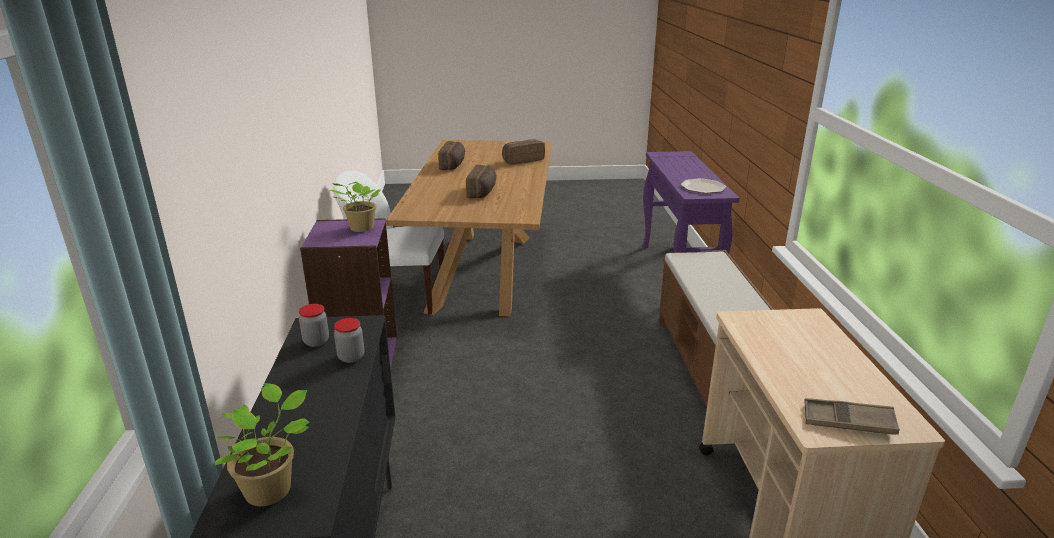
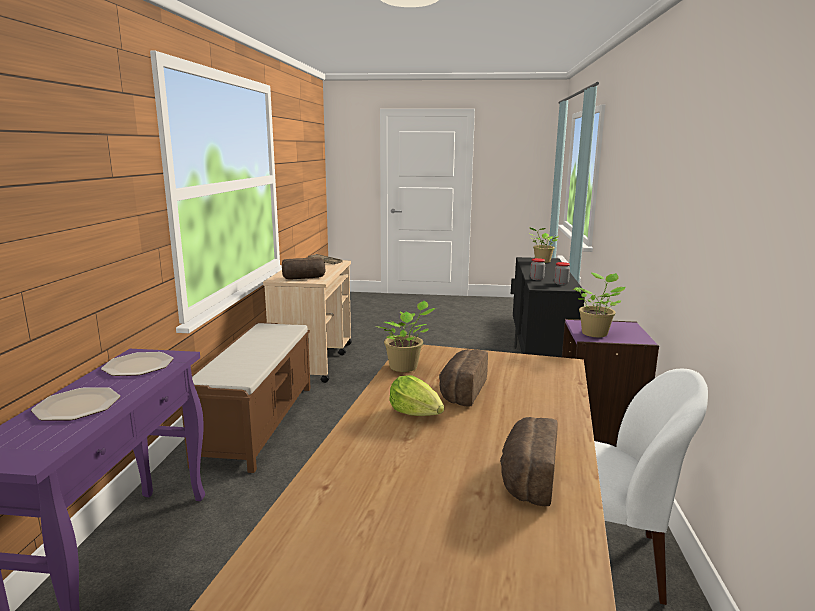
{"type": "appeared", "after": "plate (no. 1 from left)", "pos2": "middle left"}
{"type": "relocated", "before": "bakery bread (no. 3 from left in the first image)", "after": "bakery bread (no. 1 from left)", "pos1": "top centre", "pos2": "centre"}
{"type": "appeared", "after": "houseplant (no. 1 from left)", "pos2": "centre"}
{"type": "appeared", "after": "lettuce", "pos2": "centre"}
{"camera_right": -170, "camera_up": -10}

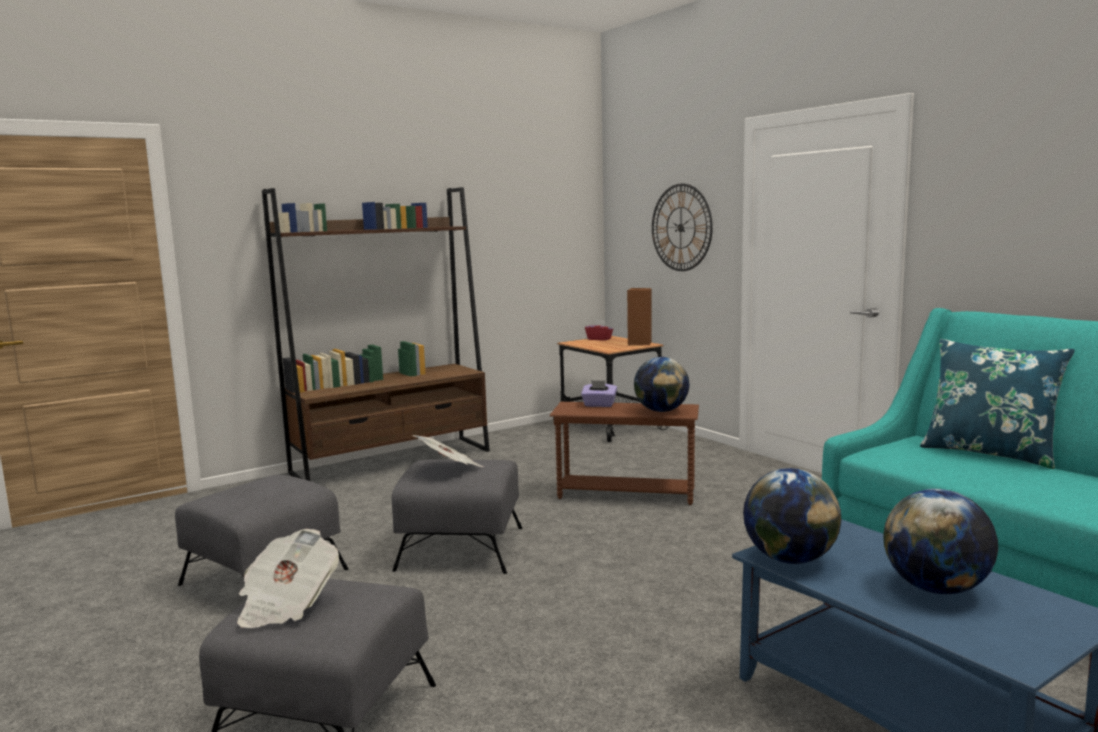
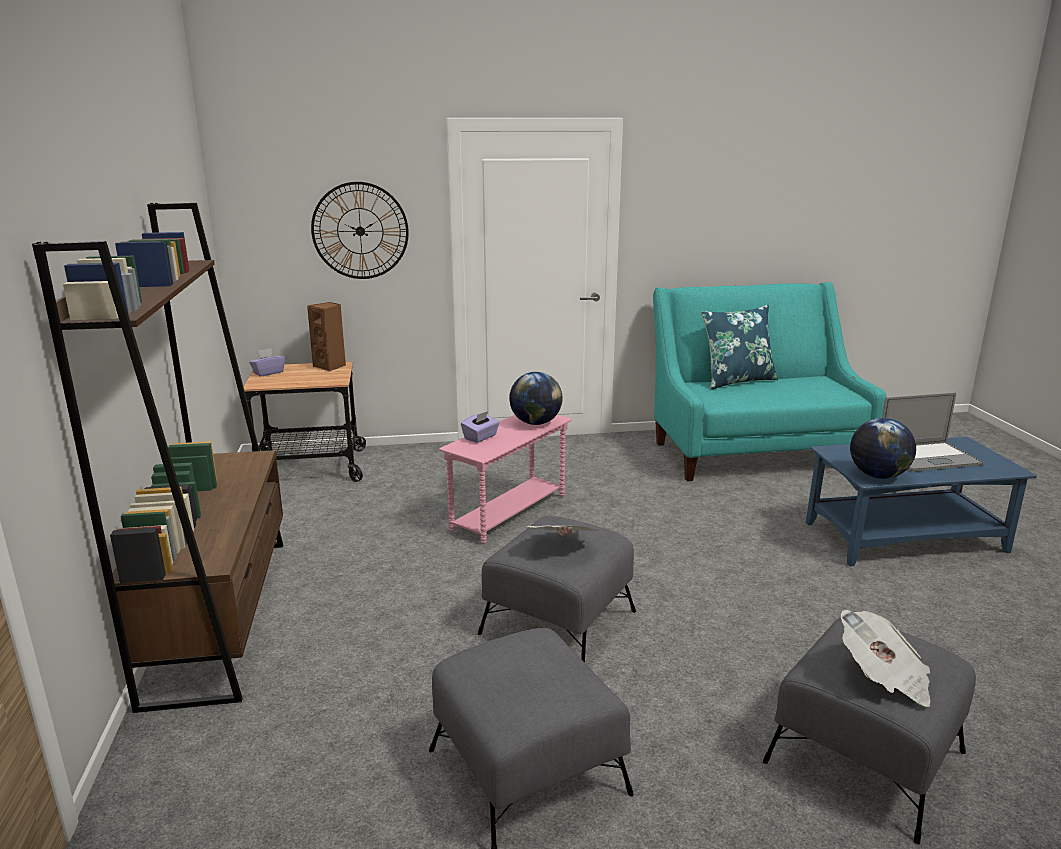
{"type": "colour", "before": "box of tissues (reddish)", "after": "box of tissues (purple-coloured) (no. 1 from left)", "pos1": "centre", "pos2": "middle left"}
{"type": "colour", "before": "accent table (brown)", "after": "accent table (pink-coloured)", "pos1": "centre", "pos2": "centre"}
{"type": "exchanged", "before": "desk globe (no. 3 from left)", "after": "laptop", "pos1": "bottom right", "pos2": "middle right"}
{"camera_right": -65, "camera_up": 10}

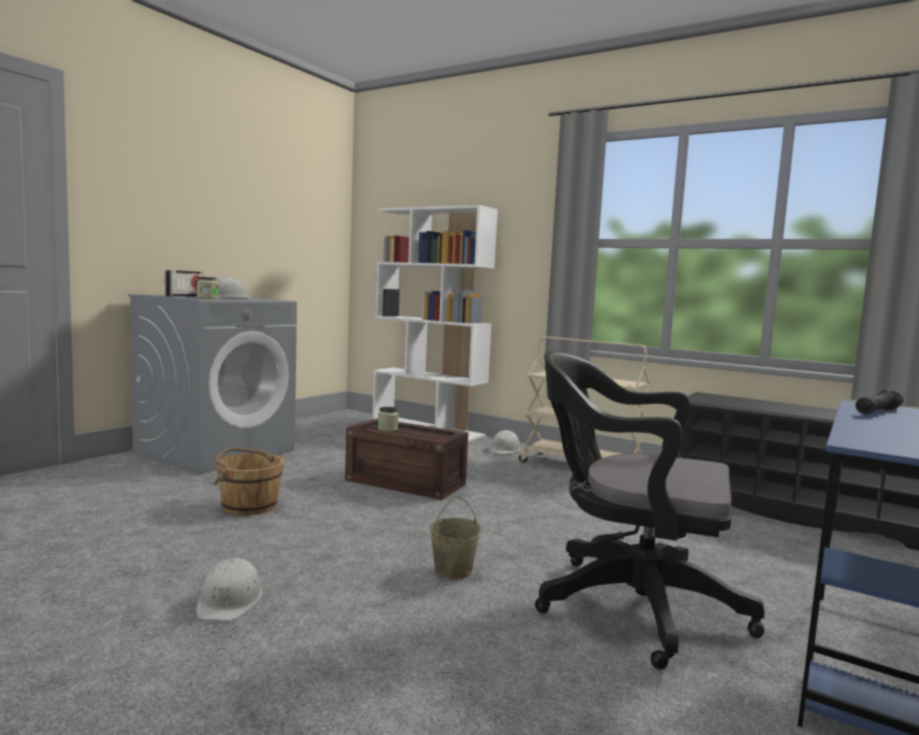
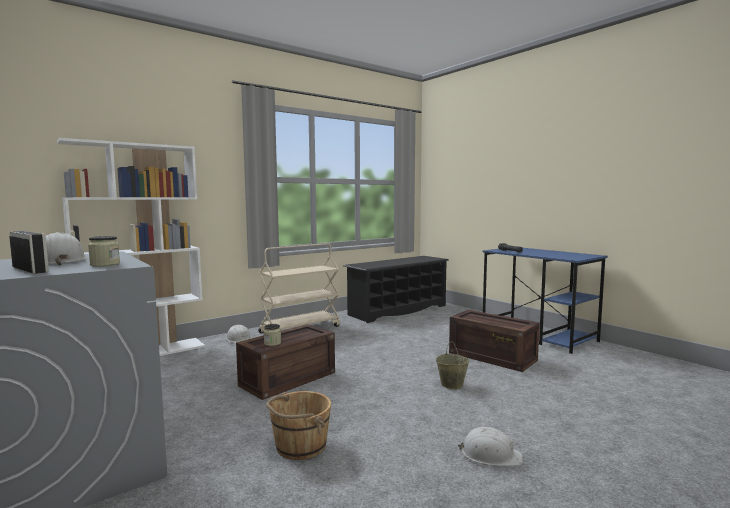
{"type": "exchanged", "before": "computer chair (black-coloured)", "after": "crate (no. 2 from left)", "pos1": "bottom right", "pos2": "bottom right"}
{"camera_right": -70, "camera_up": 0}

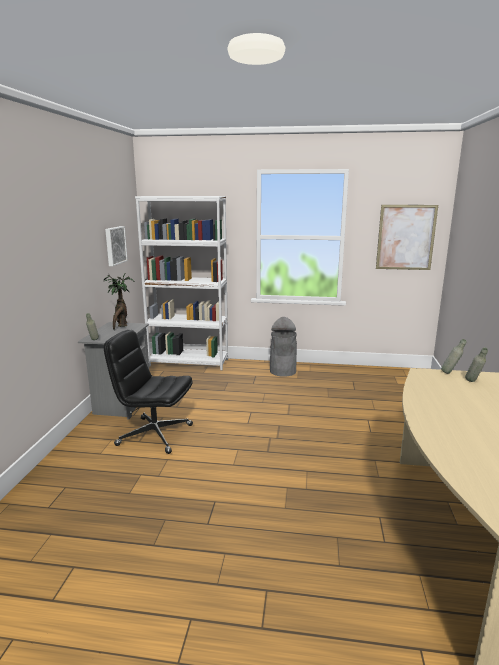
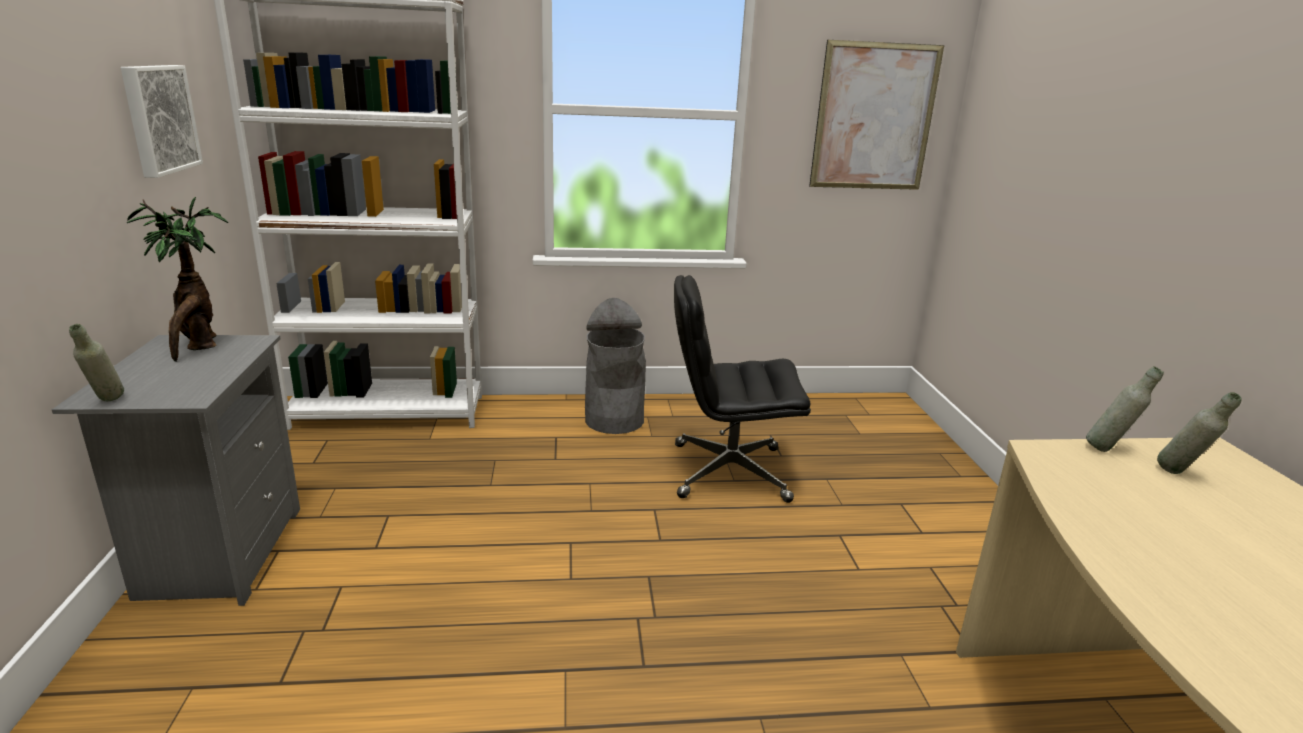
{"type": "relocated", "before": "computer chair (black-coloured)", "pos1": "middle left", "pos2": "centre"}
{"camera_right": -15, "camera_up": 5}

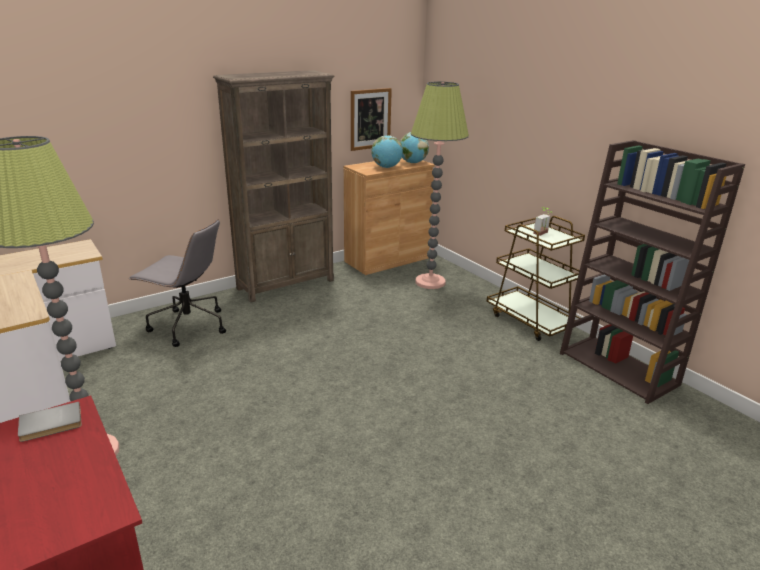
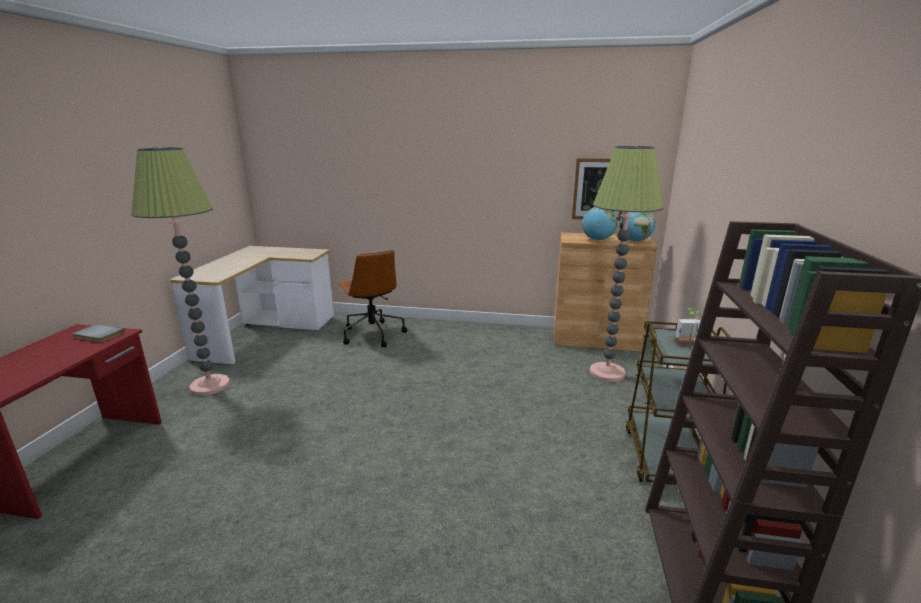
{"type": "colour", "before": "computer chair (greyish)", "after": "computer chair (brown)", "pos1": "middle left", "pos2": "centre"}
{"type": "missing", "before": "bookshelf (brown) (no. 1 from left)", "pos1": "top centre"}
{"camera_right": 45, "camera_up": -5}

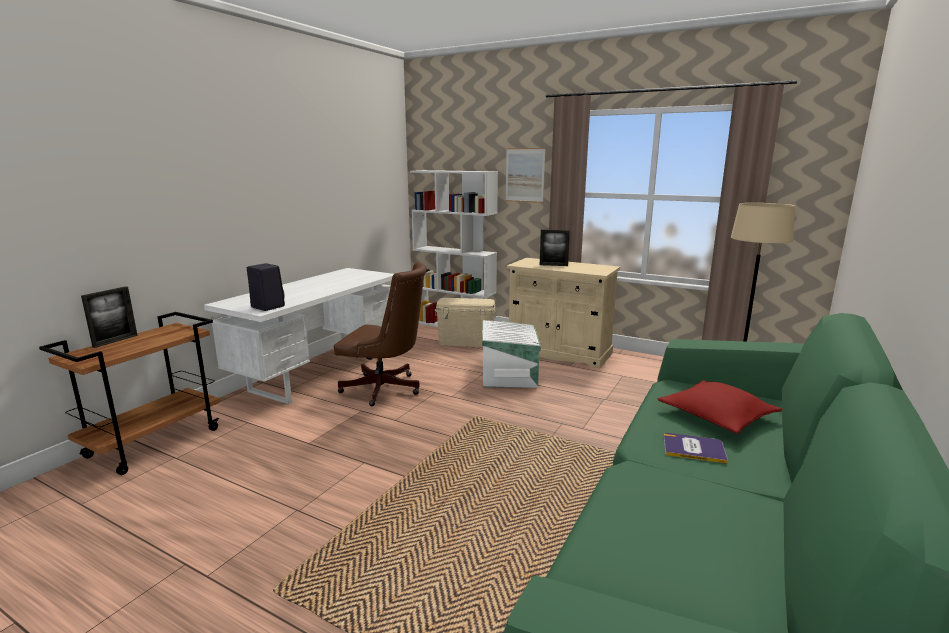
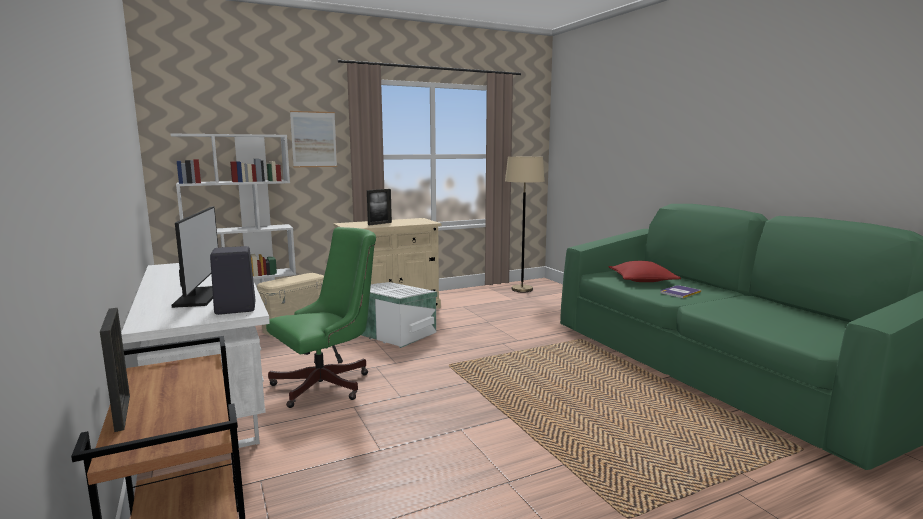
{"type": "appeared", "after": "computer screen", "pos2": "middle left"}
{"type": "colour", "before": "computer chair (brown)", "after": "computer chair (greenish)", "pos1": "centre", "pos2": "centre"}
{"camera_right": -55, "camera_up": -5}

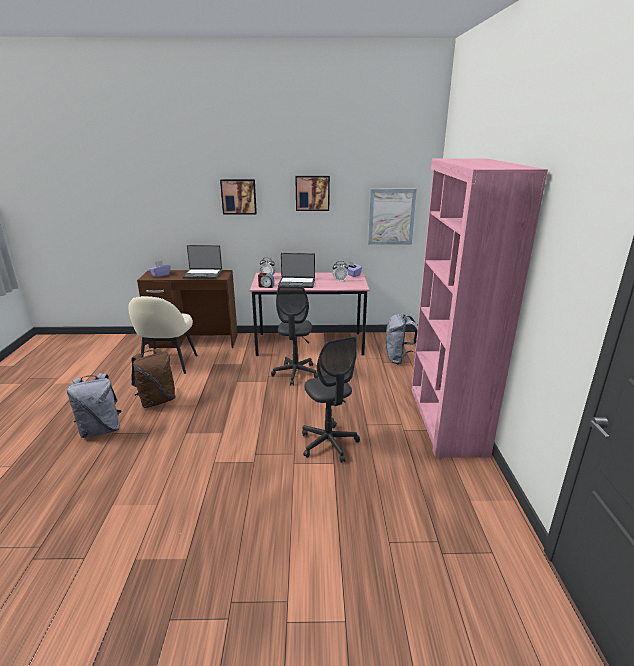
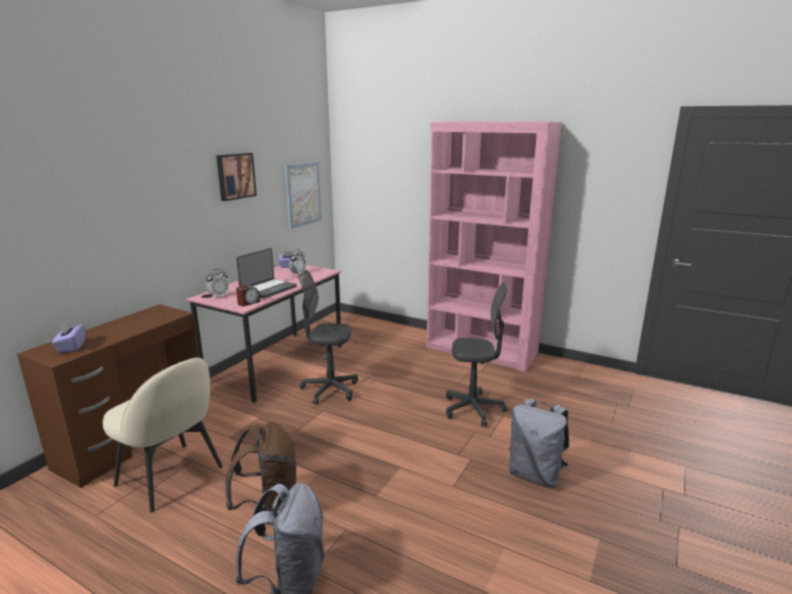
{"type": "spun", "before": "computer chair (greyish) (no. 1 from left)", "pos1": "centre", "pos2": "centre", "turn": 150}
{"type": "relocated", "before": "rucksack (greyish) (no. 2 from left)", "pos1": "centre", "pos2": "bottom right"}
{"type": "missing", "before": "laptop (no. 1 from left)", "pos1": "middle left"}
{"type": "missing", "before": "wall art (no. 1 from left)", "pos1": "top centre"}
{"camera_right": -60, "camera_up": -5}

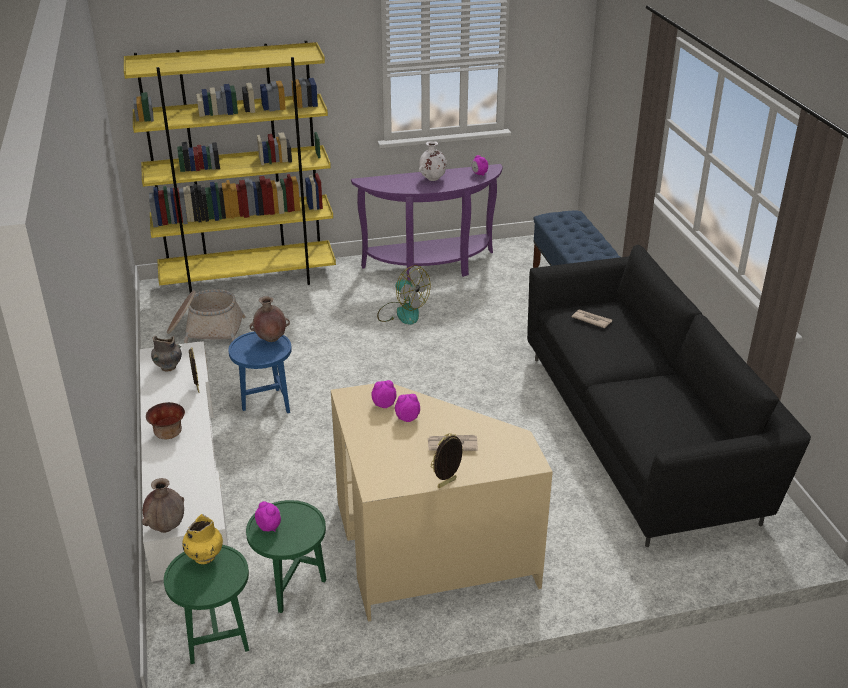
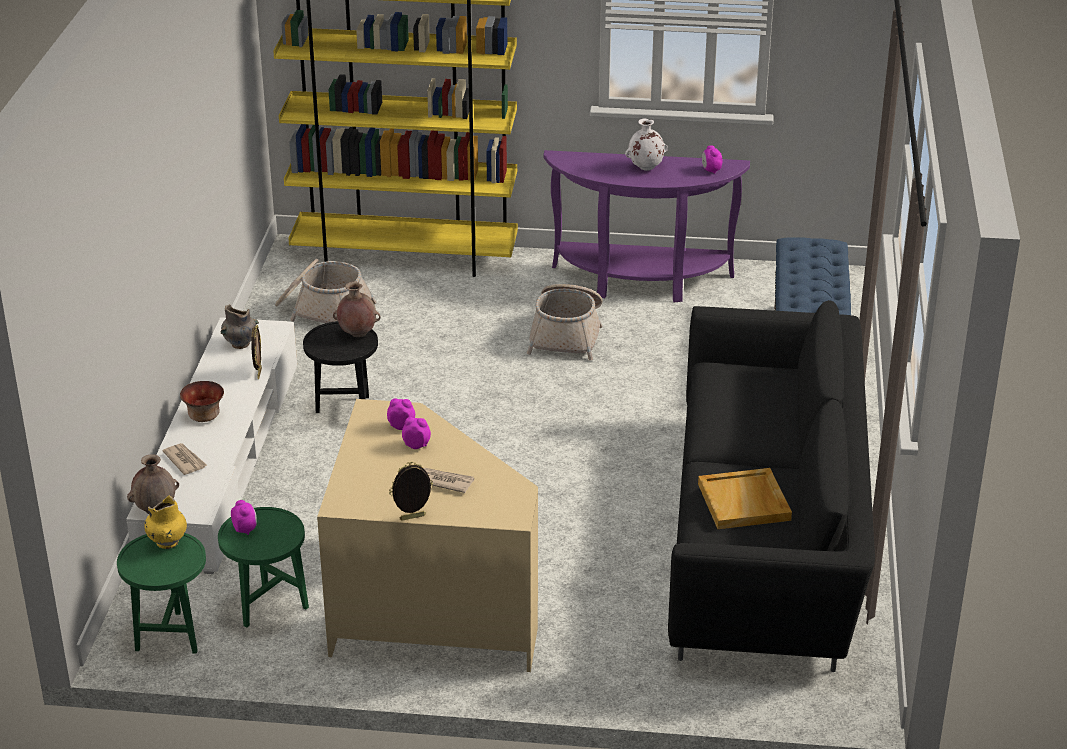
{"type": "relocated", "before": "daily paper (no. 2 from left in the first image)", "after": "daily paper (no. 1 from left)", "pos1": "middle right", "pos2": "middle left"}
{"type": "colour", "before": "accent table (blue-coloured)", "after": "accent table (black-coloured)", "pos1": "middle left", "pos2": "middle left"}
{"type": "exchanged", "before": "cooling fan", "after": "household basket (no. 2 from left)", "pos1": "centre", "pos2": "centre"}
{"type": "appeared", "after": "tray (beige-coloured)", "pos2": "middle right"}
{"camera_right": 20, "camera_up": 0}

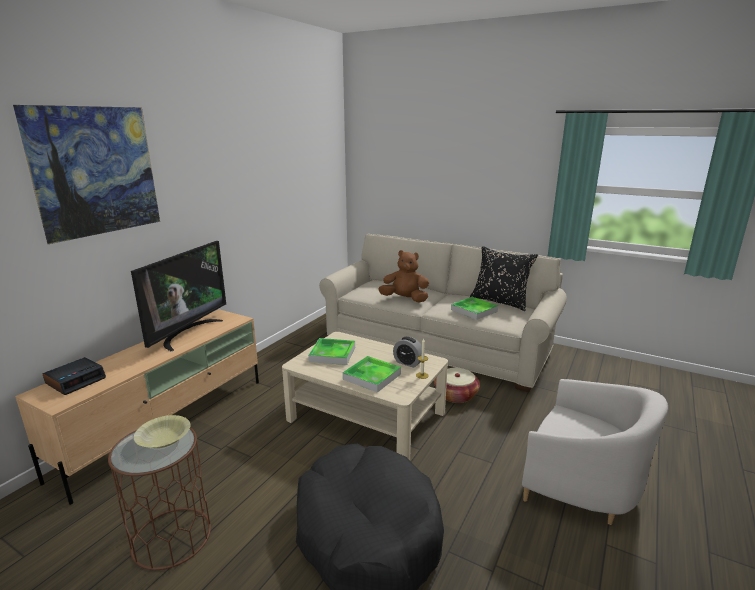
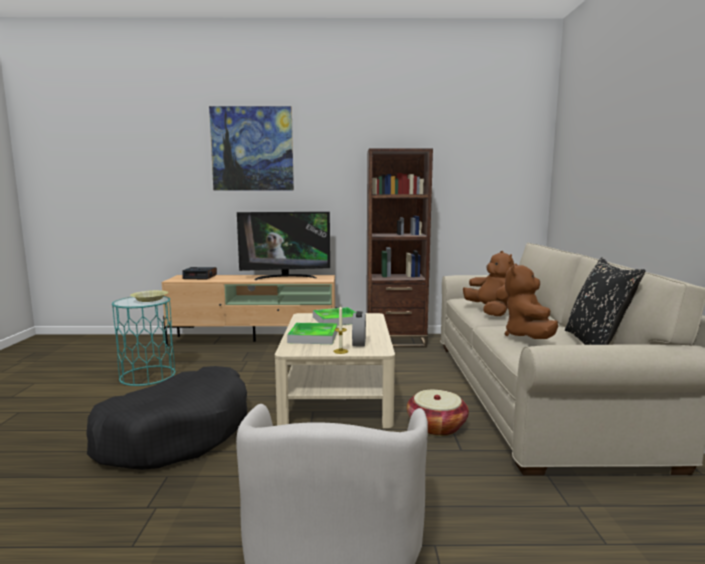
{"type": "colour", "before": "accent table (brown)", "after": "accent table (turquoise)", "pos1": "bottom left", "pos2": "middle left"}
{"type": "appeared", "after": "bookshelf (brown)", "pos2": "centre"}
{"type": "exchanged", "before": "tray (no. 3 from left)", "after": "plush toy (brown) (no. 2 from left)", "pos1": "centre", "pos2": "middle right"}
{"camera_right": 60, "camera_up": -10}

